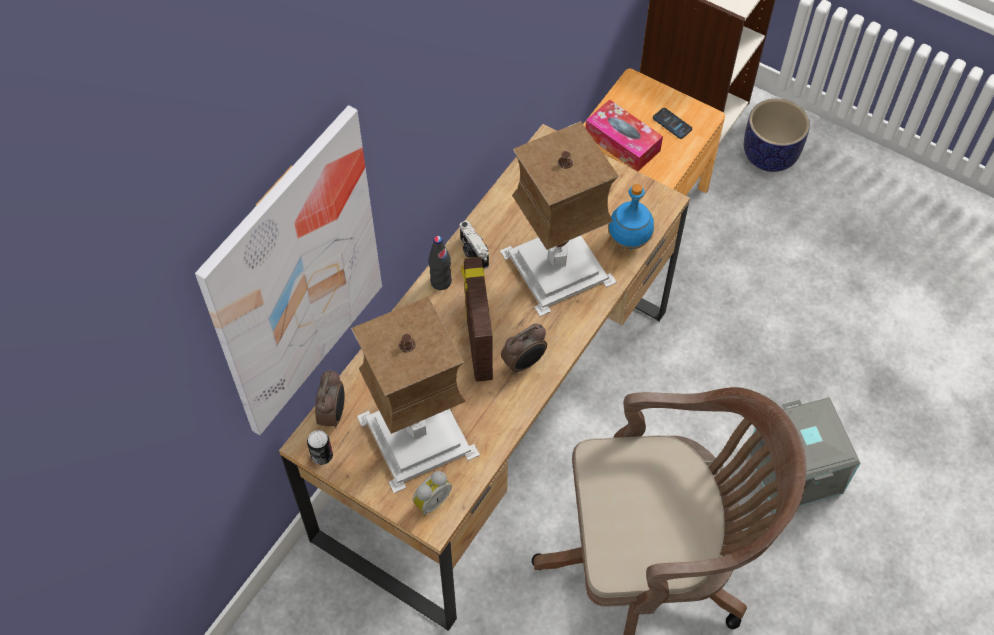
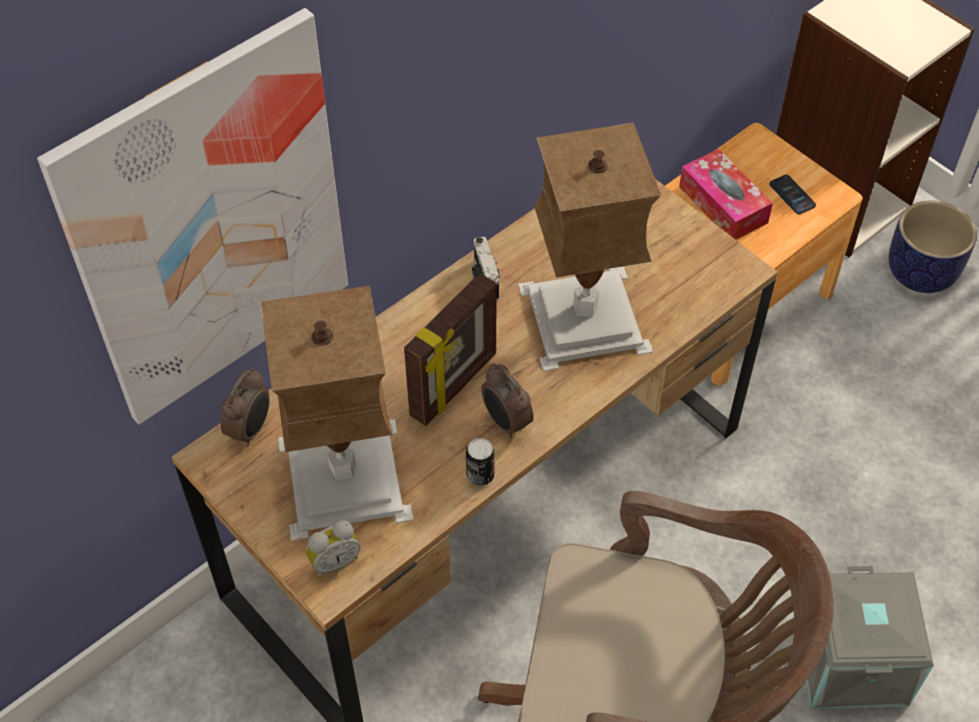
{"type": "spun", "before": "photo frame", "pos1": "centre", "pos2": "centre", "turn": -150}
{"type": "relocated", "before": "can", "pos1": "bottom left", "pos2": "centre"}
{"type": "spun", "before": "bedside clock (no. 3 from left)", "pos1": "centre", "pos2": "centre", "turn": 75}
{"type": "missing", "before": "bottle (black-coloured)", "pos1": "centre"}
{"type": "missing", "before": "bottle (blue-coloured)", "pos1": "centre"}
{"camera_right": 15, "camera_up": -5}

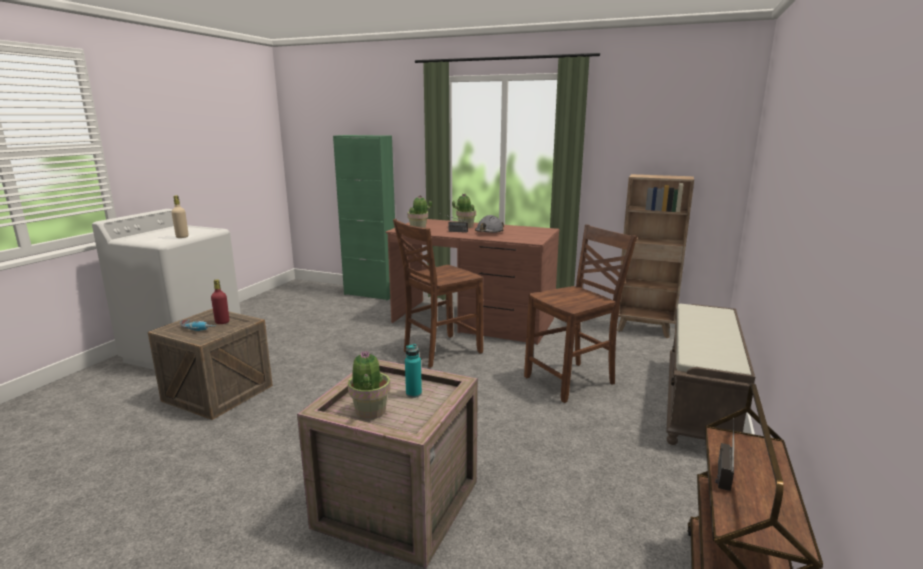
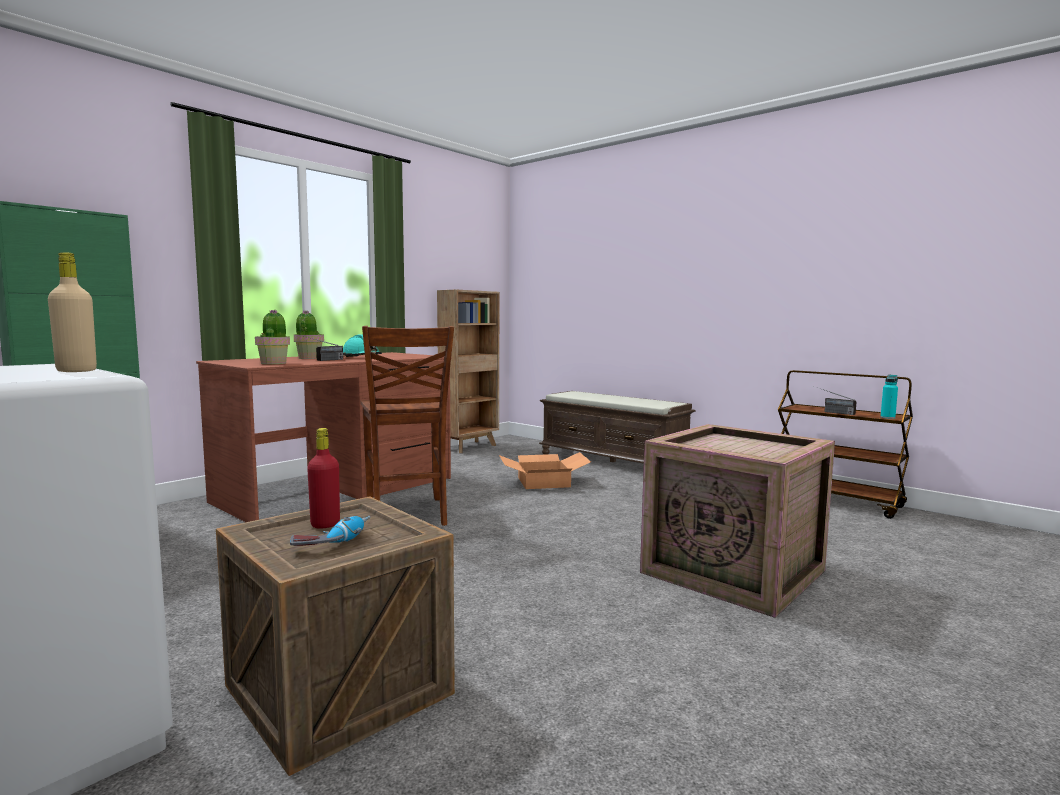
{"type": "colour", "before": "safety helmet (greyish)", "after": "safety helmet (turquoise)", "pos1": "centre", "pos2": "centre"}
{"type": "exchanged", "before": "plain chair (brown) (no. 2 from left)", "after": "packing box", "pos1": "centre", "pos2": "centre"}
{"type": "relocated", "before": "bottle (turquoise)", "pos1": "centre", "pos2": "middle right"}
{"type": "missing", "before": "houseplant (no. 1 from left)", "pos1": "bottom centre"}
{"camera_right": -70, "camera_up": -10}

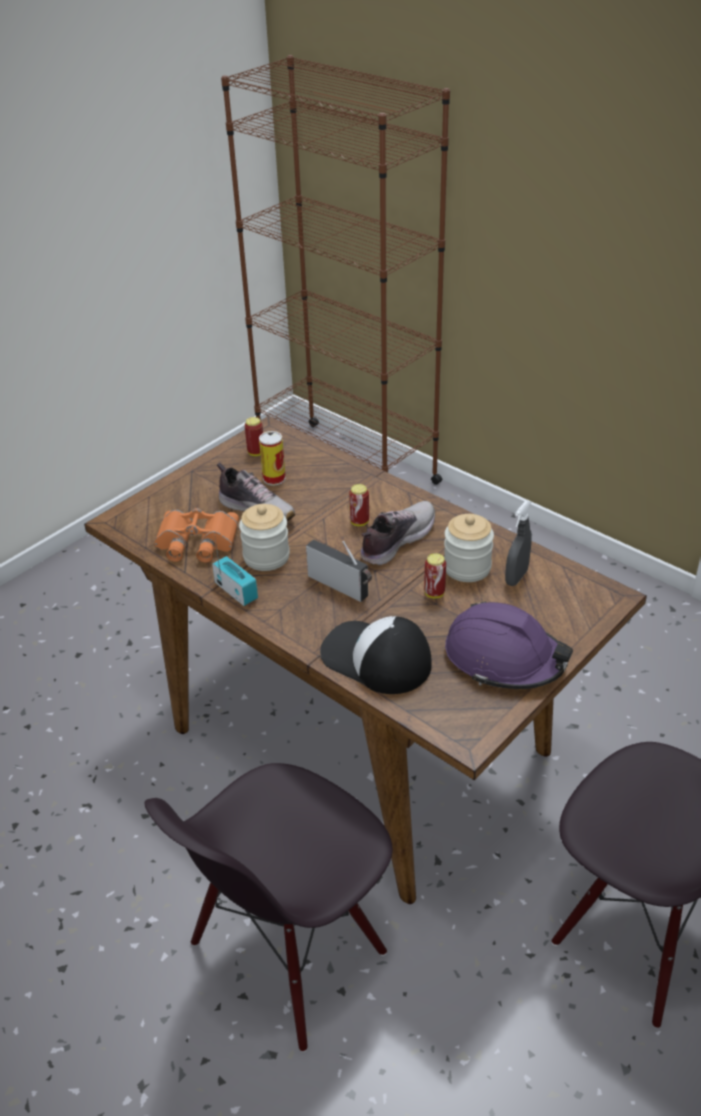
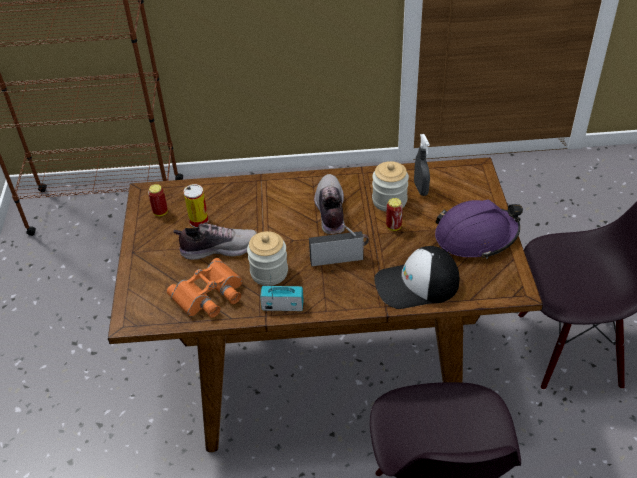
{"type": "missing", "before": "can (no. 3 from left)", "pos1": "centre"}
{"camera_right": -45, "camera_up": 5}

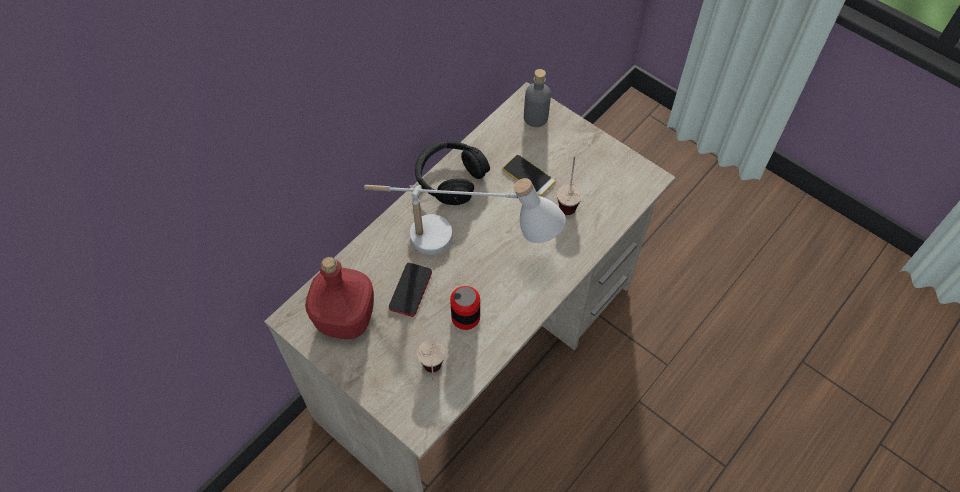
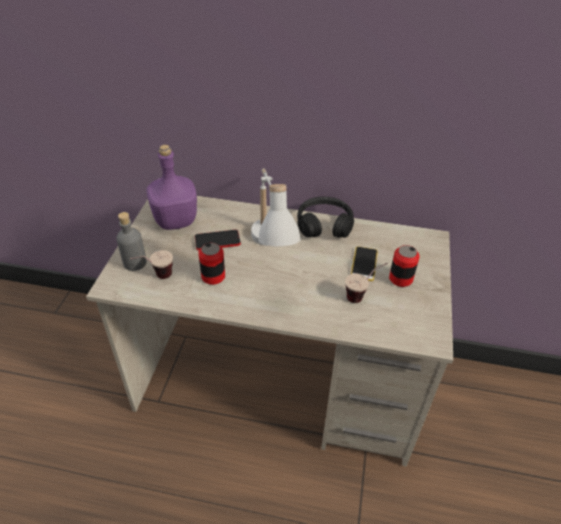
{"type": "relocated", "before": "bottle (greyish)", "pos1": "top centre", "pos2": "middle left"}
{"type": "colour", "before": "bottle (reddish)", "after": "bottle (purple-coloured)", "pos1": "centre", "pos2": "middle left"}
{"type": "appeared", "after": "can (no. 2 from left)", "pos2": "middle right"}
{"camera_right": 60, "camera_up": -15}

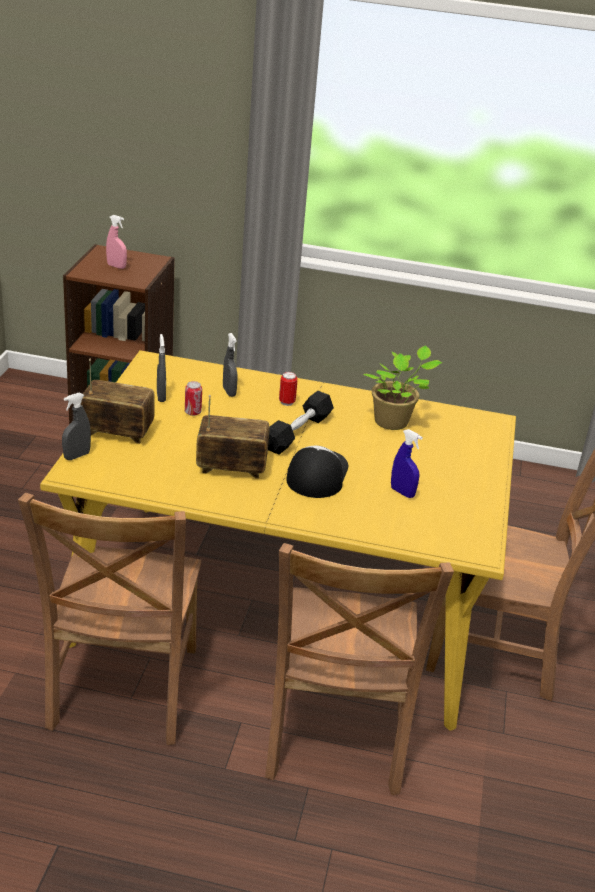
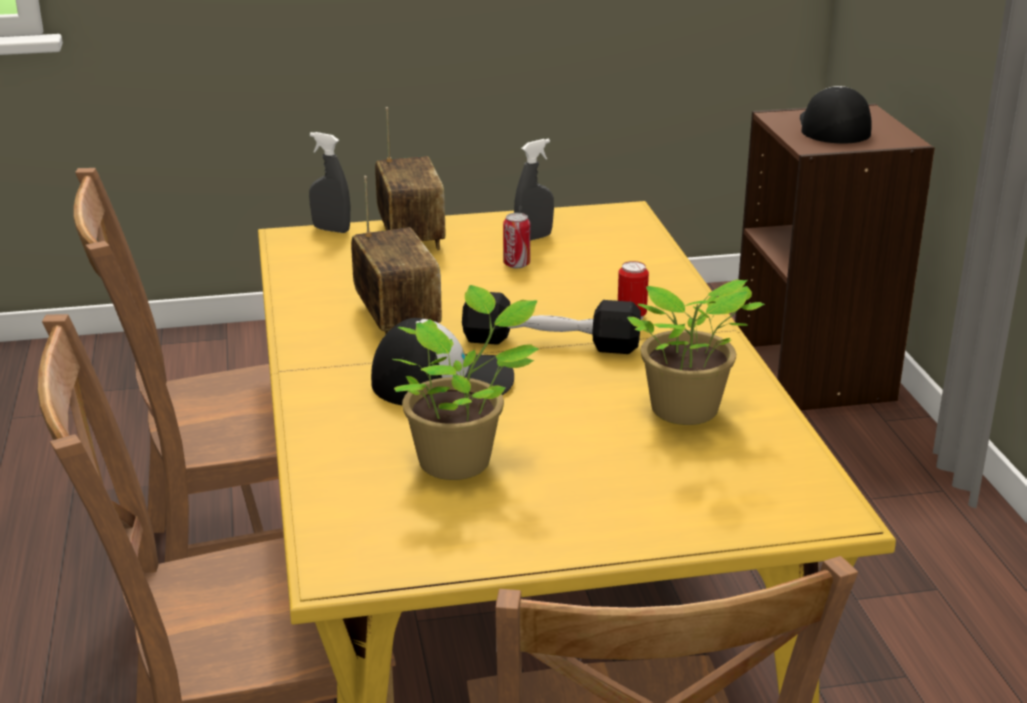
{"type": "exchanged", "before": "sprayer (blue-coloured)", "after": "houseplant (no. 1 from left)", "pos1": "middle right", "pos2": "centre"}
{"type": "exchanged", "before": "sprayer (pink-coloured)", "after": "cap (no. 2 from left)", "pos1": "top left", "pos2": "top right"}
{"type": "missing", "before": "sprayer (greyish) (no. 3 from left)", "pos1": "centre"}
{"camera_right": 70, "camera_up": -5}

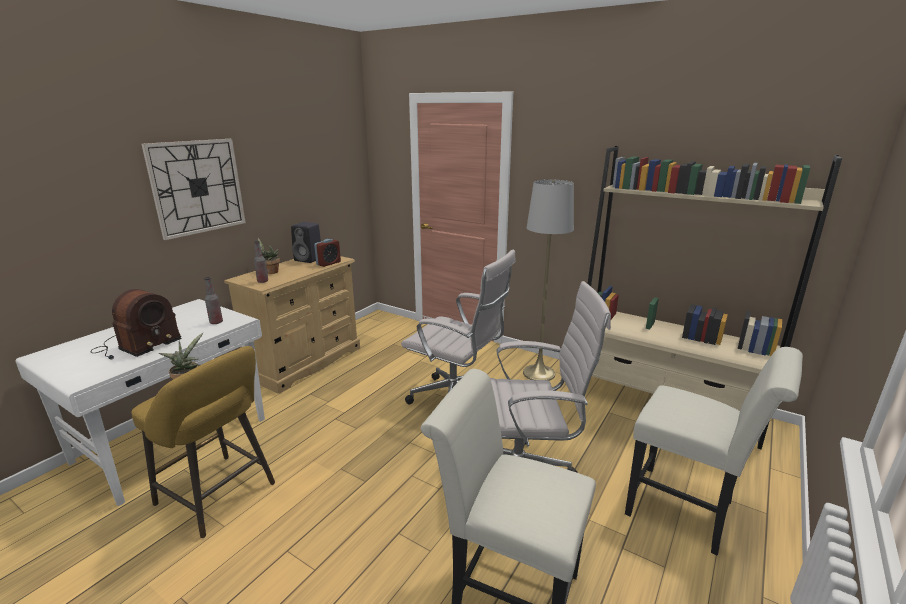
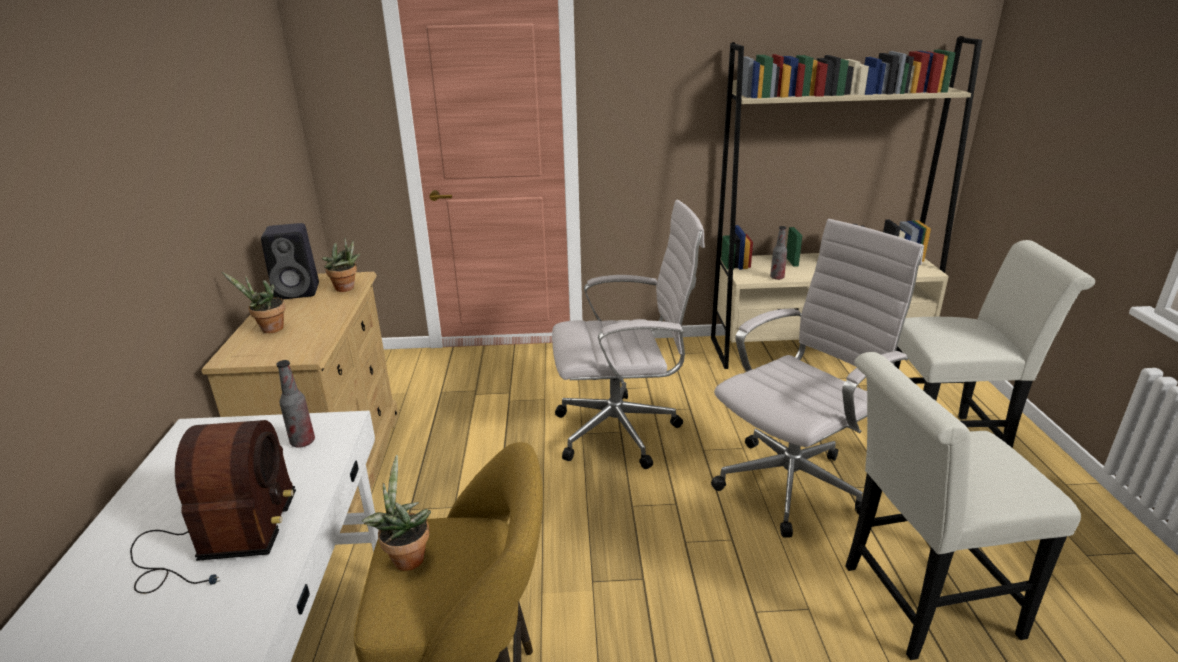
{"type": "exchanged", "before": "bedside clock", "after": "houseplant (no. 2 from left)", "pos1": "centre", "pos2": "middle left"}
{"type": "relocated", "before": "bottle (no. 2 from left)", "pos1": "middle left", "pos2": "centre"}
{"type": "missing", "before": "wall clock", "pos1": "top left"}
{"type": "missing", "before": "standing lamp (greyish)", "pos1": "centre"}
{"camera_right": -35, "camera_up": 5}

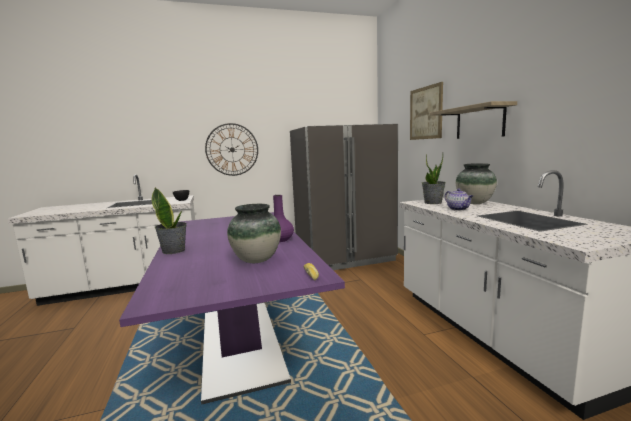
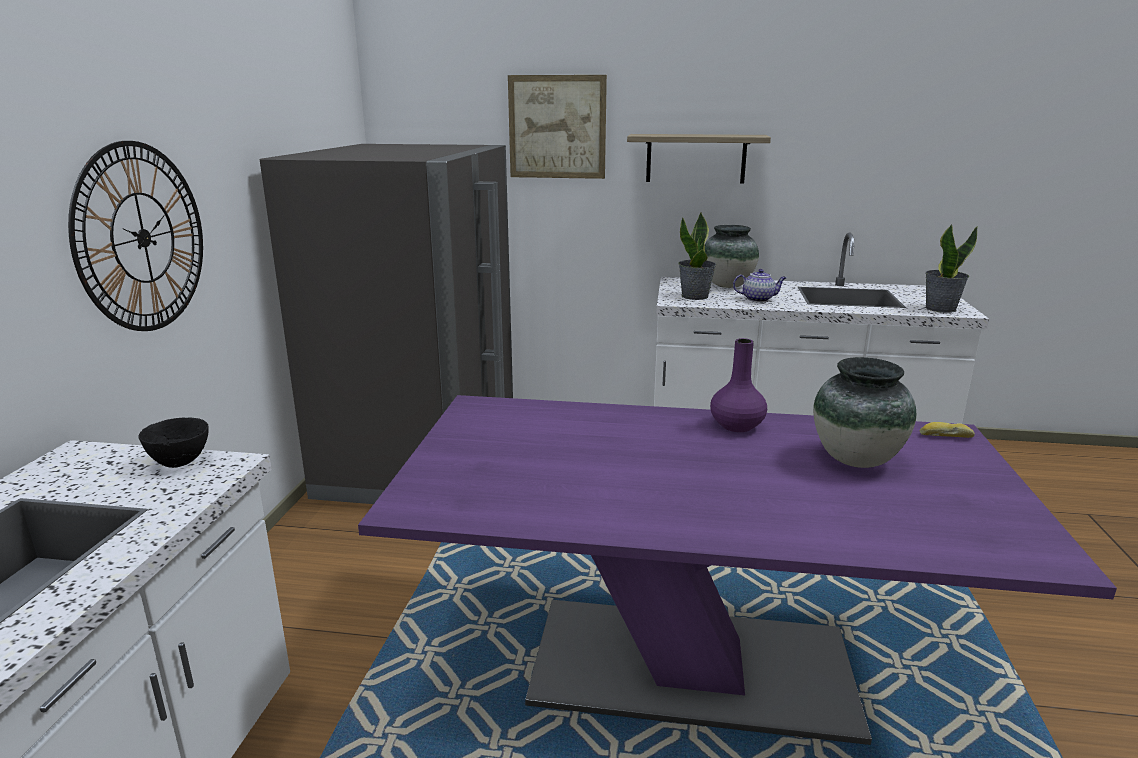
{"type": "relocated", "before": "houseplant (no. 1 from left in the first image)", "after": "houseplant (no. 2 from left)", "pos1": "middle left", "pos2": "middle right"}
{"camera_right": -65, "camera_up": 10}

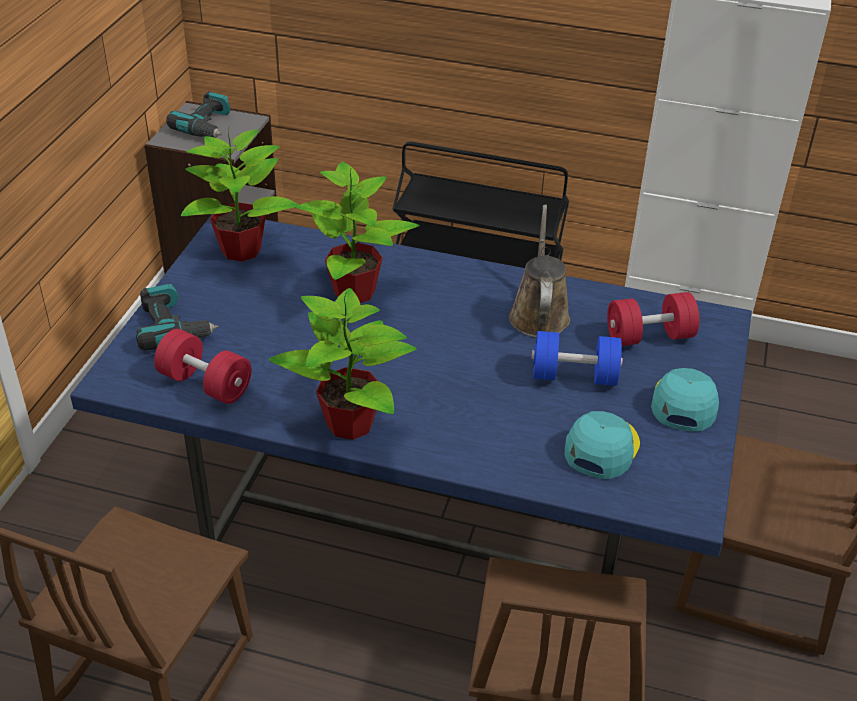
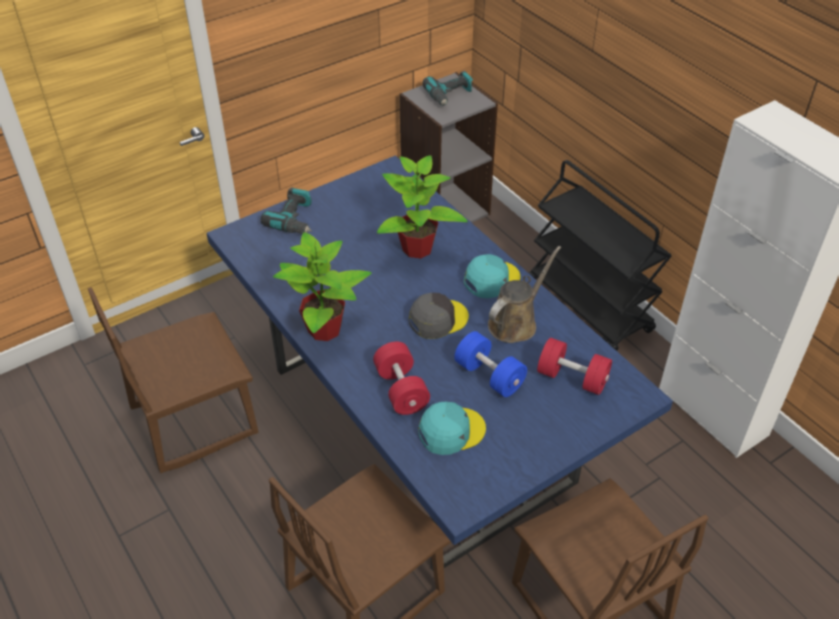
{"type": "relocated", "before": "hand weight (reddish) (no. 1 from left)", "pos1": "middle left", "pos2": "centre"}
{"type": "appeared", "after": "cap (greyish)", "pos2": "centre"}
{"type": "relocated", "before": "cap (turquoise) (no. 2 from left)", "pos1": "middle right", "pos2": "centre"}
{"type": "missing", "before": "houseplant (no. 1 from left)", "pos1": "top left"}
{"camera_right": 40, "camera_up": 5}

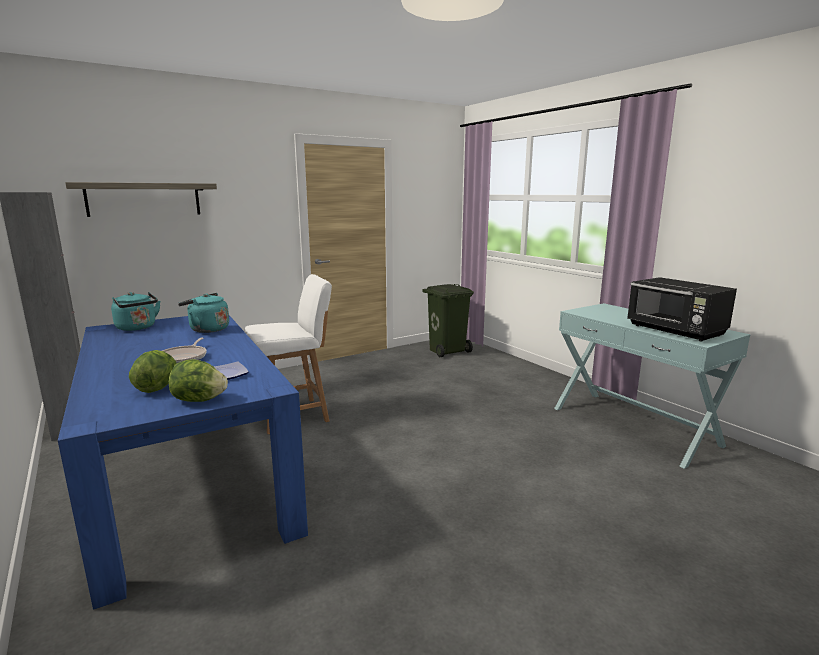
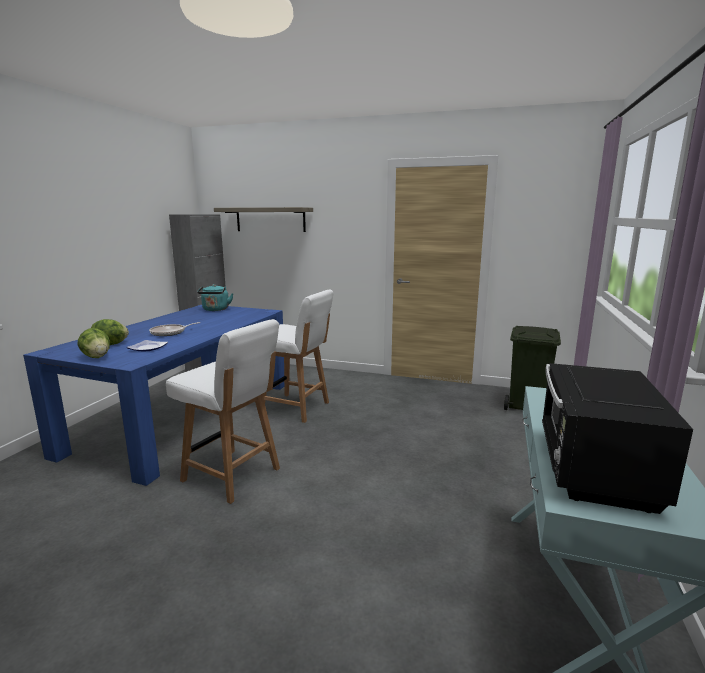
{"type": "appeared", "after": "plain chair (whitish) (no. 1 from left)", "pos2": "middle left"}
{"type": "missing", "before": "kettle (turquoise) (no. 2 from left)", "pos1": "middle left"}
{"camera_right": 50, "camera_up": 0}

